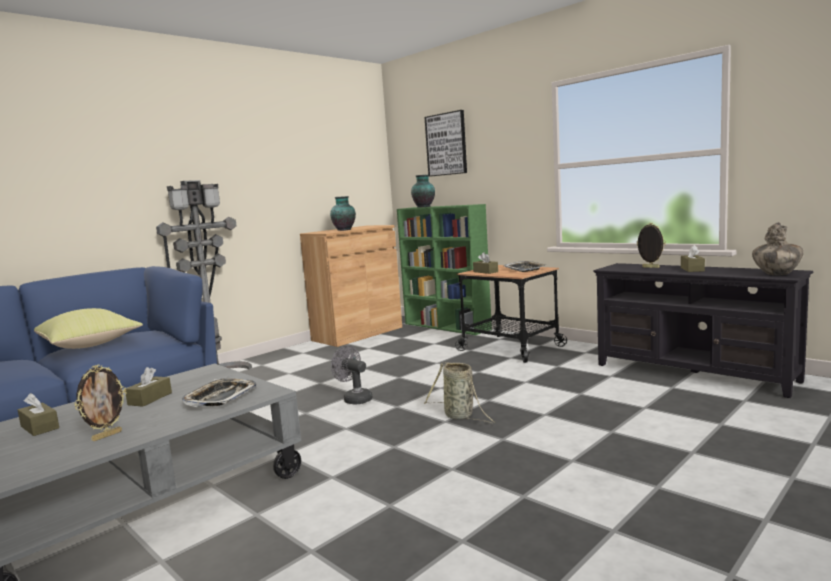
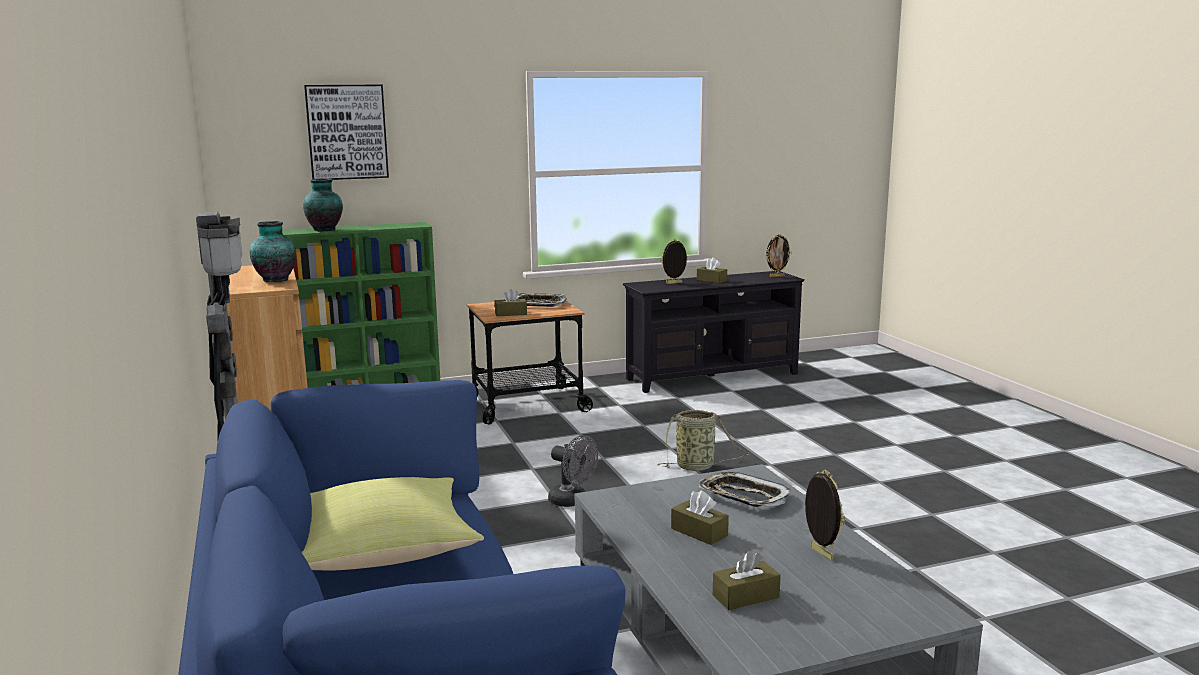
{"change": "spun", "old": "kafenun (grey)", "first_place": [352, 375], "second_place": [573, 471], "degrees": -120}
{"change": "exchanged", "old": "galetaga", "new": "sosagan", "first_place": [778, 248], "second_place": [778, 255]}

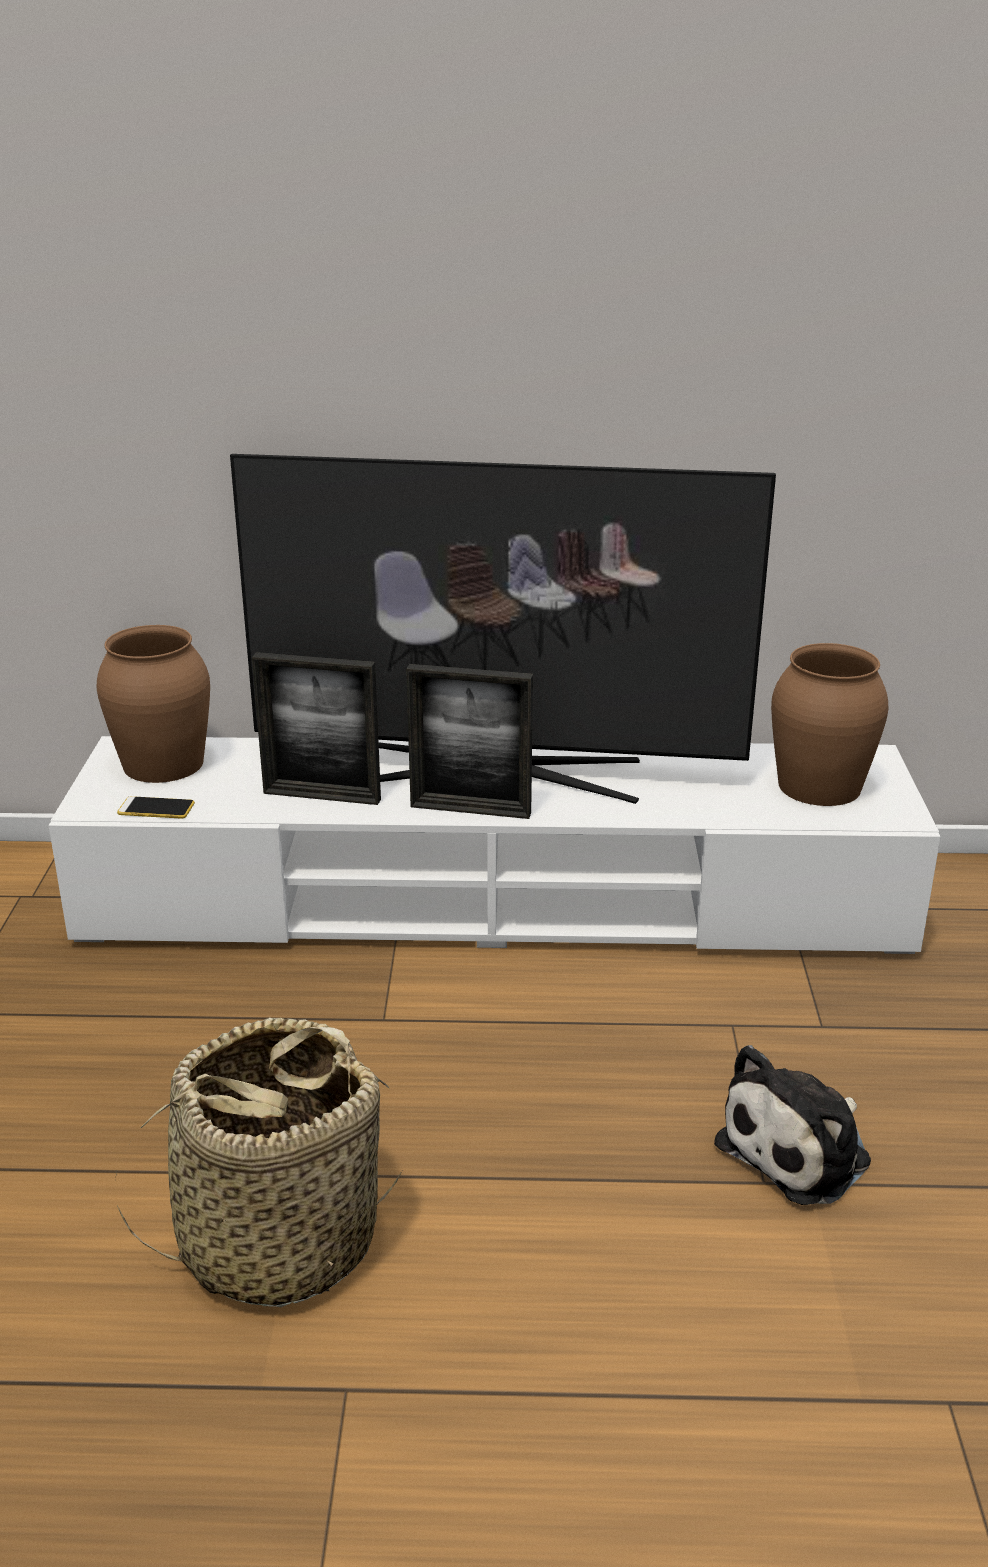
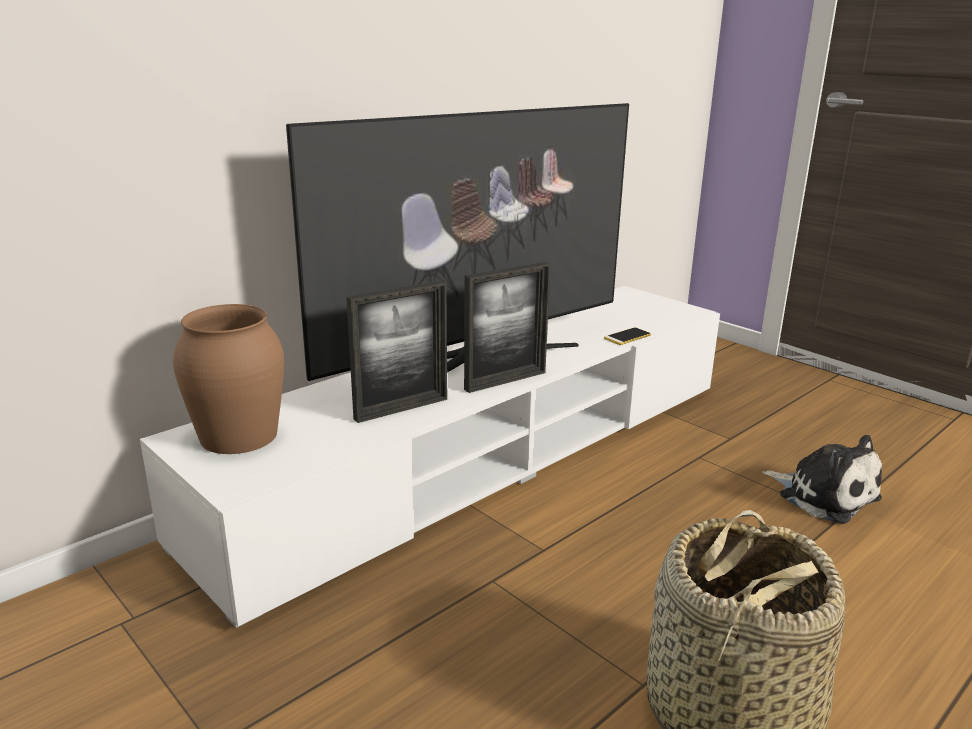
{"change": "relocated", "old": "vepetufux", "first_place": [156, 807], "second_place": [627, 336]}
{"change": "spun", "old": "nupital", "first_place": [792, 1125], "second_place": [822, 479], "degrees": -45}
{"change": "missing", "old": "galetaga (brown)", "first_place": [829, 724]}

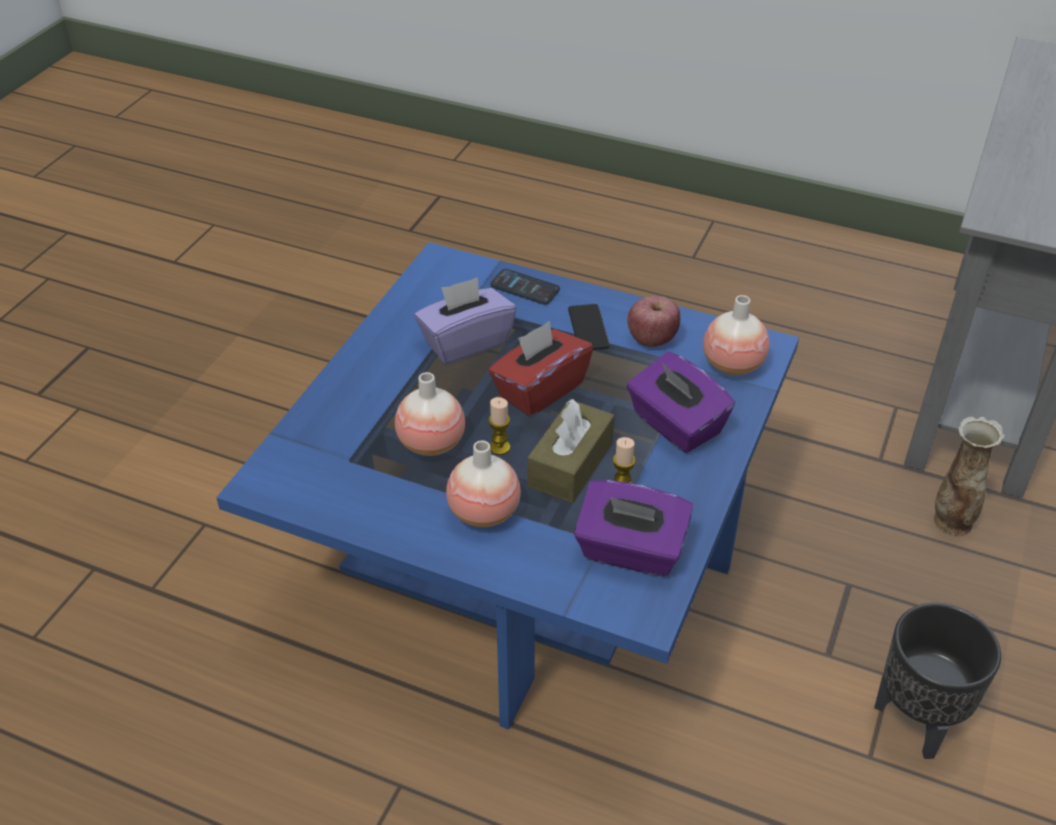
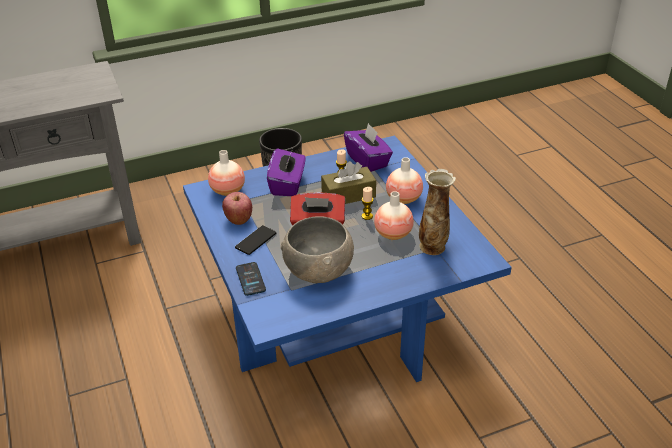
{"change": "exchanged", "old": "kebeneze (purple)", "new": "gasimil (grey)", "first_place": [465, 320], "second_place": [317, 249]}
{"change": "relocated", "old": "galetaga", "first_place": [969, 476], "second_place": [437, 212]}

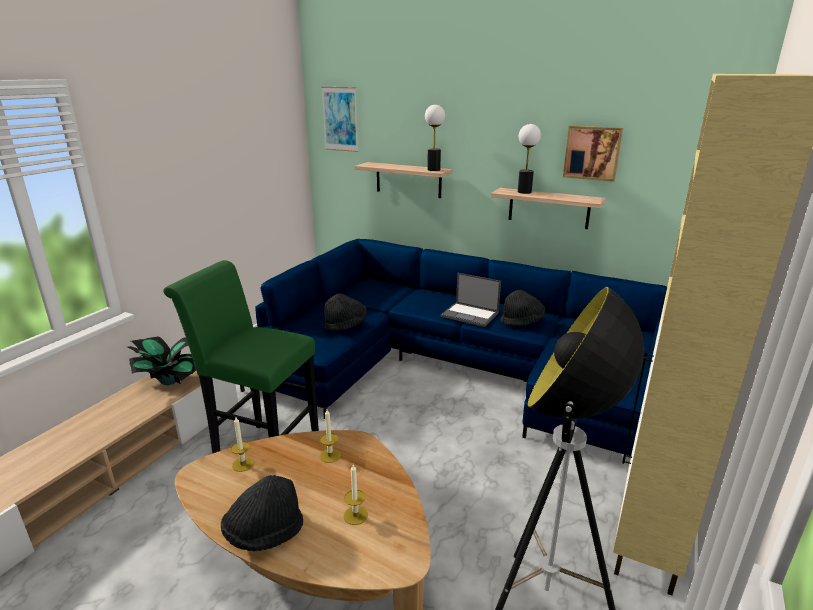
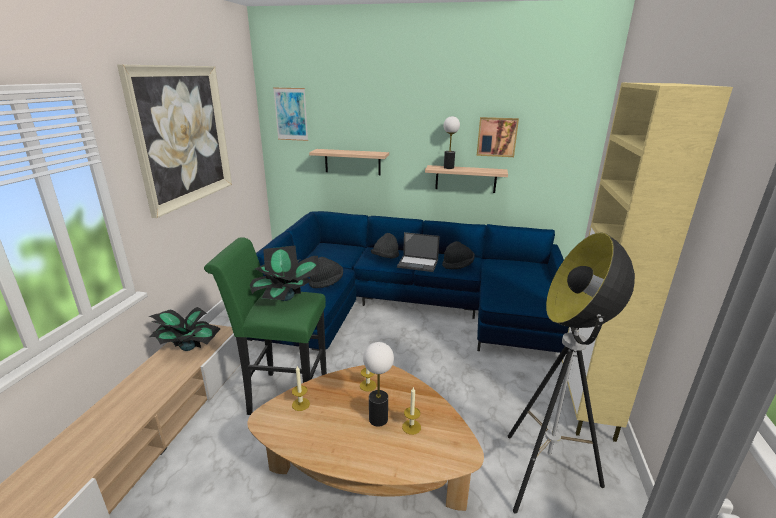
{"change": "appeared", "new": "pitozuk", "second_place": [174, 141]}
{"change": "appeared", "new": "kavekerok", "second_place": [285, 273]}
{"change": "relocated", "old": "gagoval", "first_place": [435, 138], "second_place": [378, 384]}
{"change": "relocated", "old": "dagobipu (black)", "first_place": [262, 513], "second_place": [385, 245]}

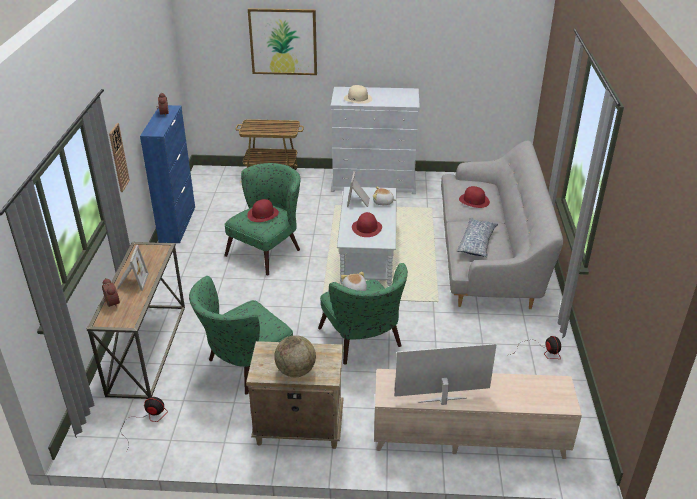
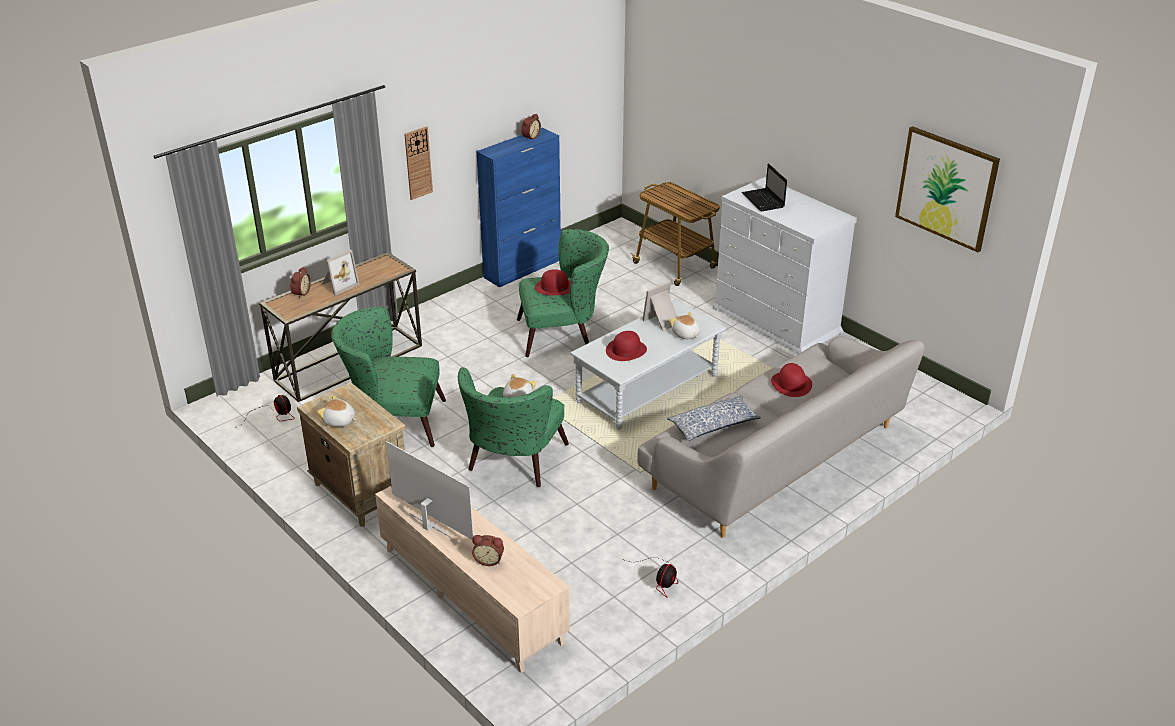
{"change": "exchanged", "old": "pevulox", "new": "nupital", "first_place": [295, 356], "second_place": [336, 411]}
{"change": "appeared", "new": "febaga", "second_place": [488, 550]}
{"change": "exchanged", "old": "dagobipu (beige)", "new": "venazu", "first_place": [358, 94], "second_place": [764, 187]}
{"change": "relocated", "old": "pitozuk", "first_place": [282, 41], "second_place": [947, 189]}

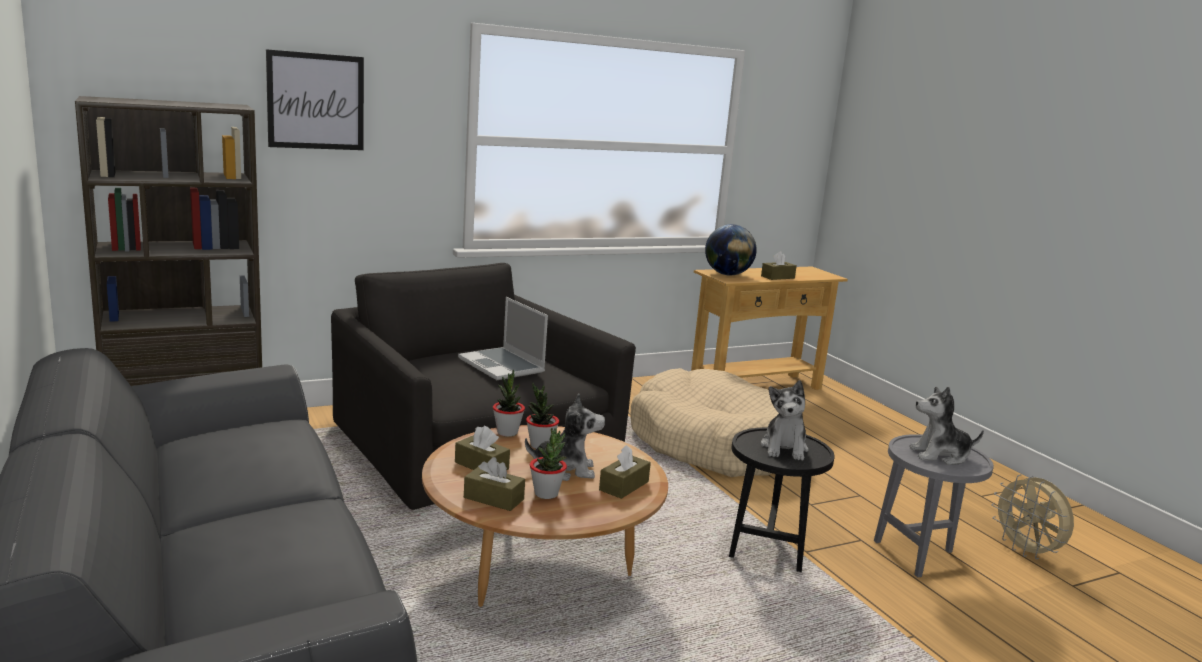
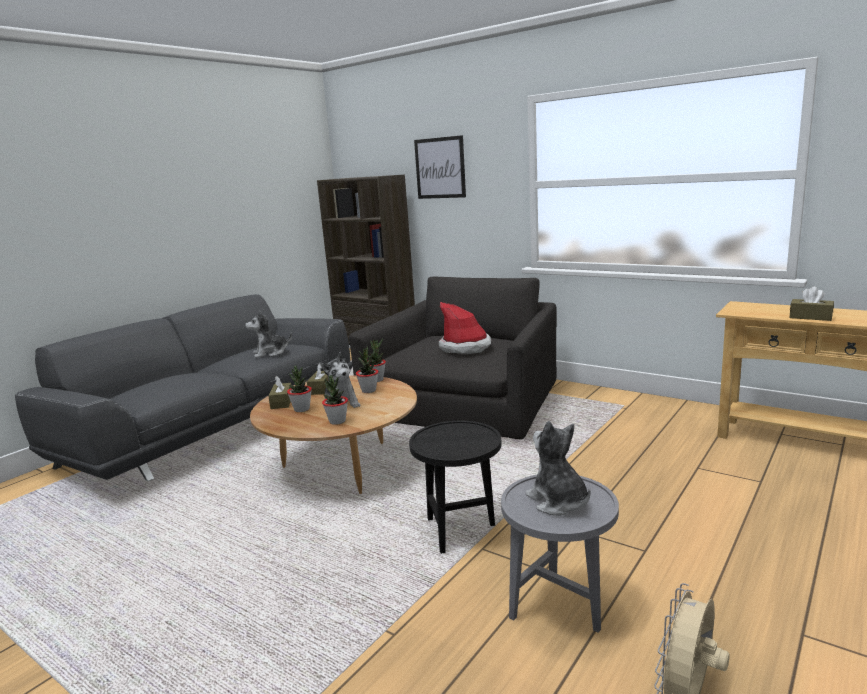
{"change": "relocated", "old": "nupital", "first_place": [785, 420], "second_place": [268, 334]}
{"change": "exchanged", "old": "kebeneze (brown)", "new": "kavekerok", "first_place": [625, 472], "second_place": [335, 400]}
{"change": "exchanged", "old": "venazu", "new": "dagobipu", "first_place": [503, 338], "second_place": [465, 328]}
{"change": "missing", "old": "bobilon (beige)", "first_place": [704, 422]}
{"change": "missing", "old": "pevulox", "first_place": [731, 249]}

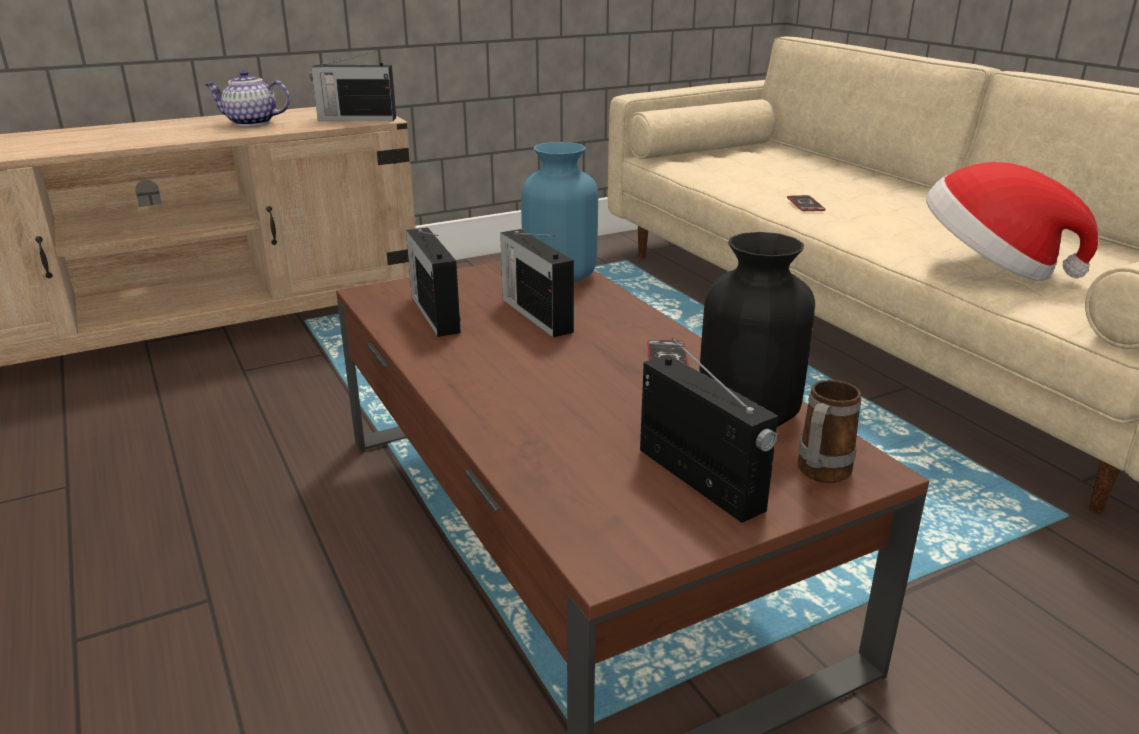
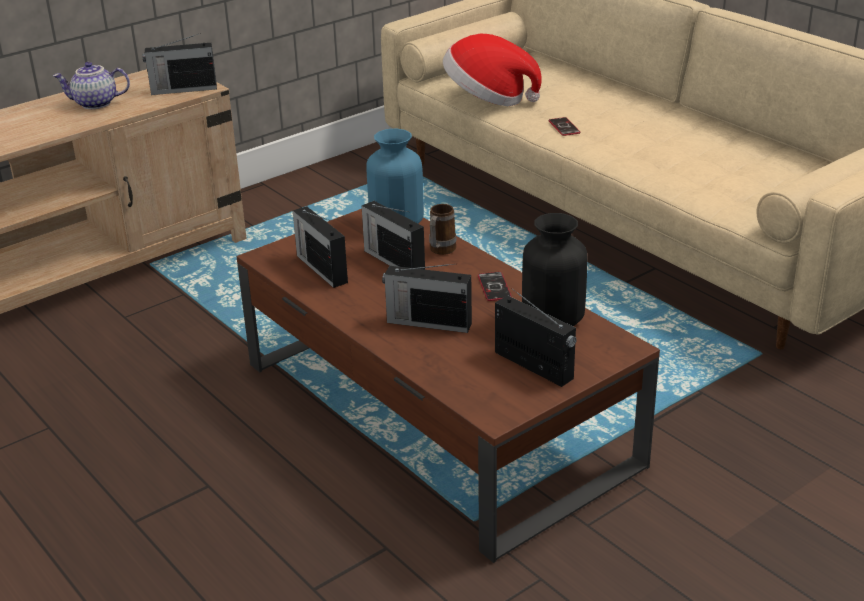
{"change": "appeared", "new": "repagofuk", "second_place": [427, 298]}
{"change": "relocated", "old": "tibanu", "first_place": [829, 431], "second_place": [443, 229]}
{"change": "relocated", "old": "dagobipu", "first_place": [1012, 221], "second_place": [492, 69]}

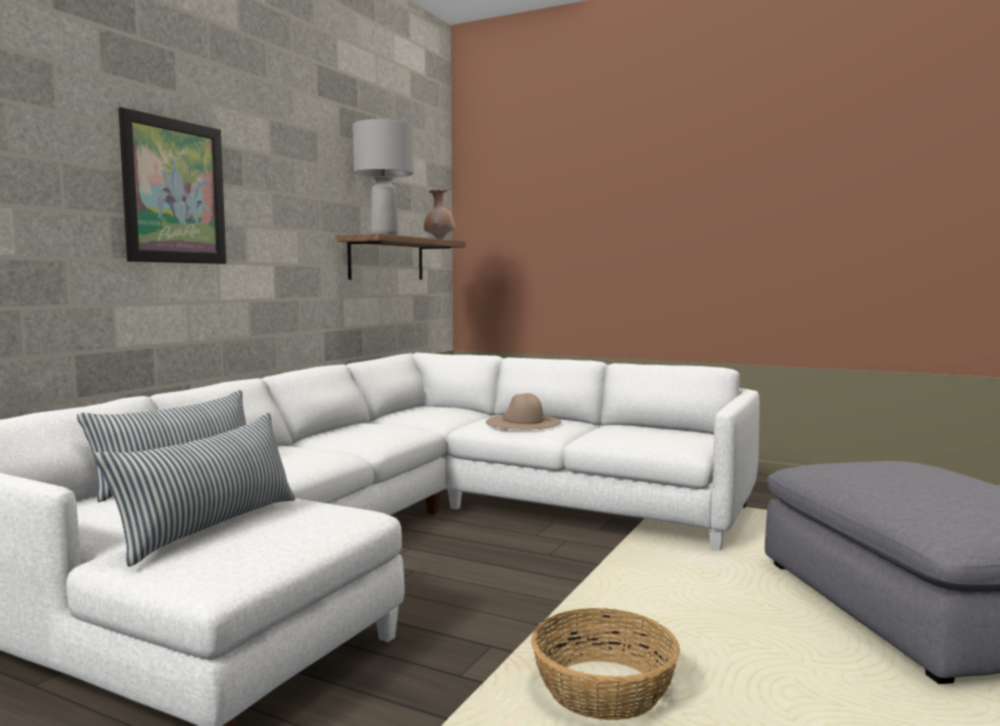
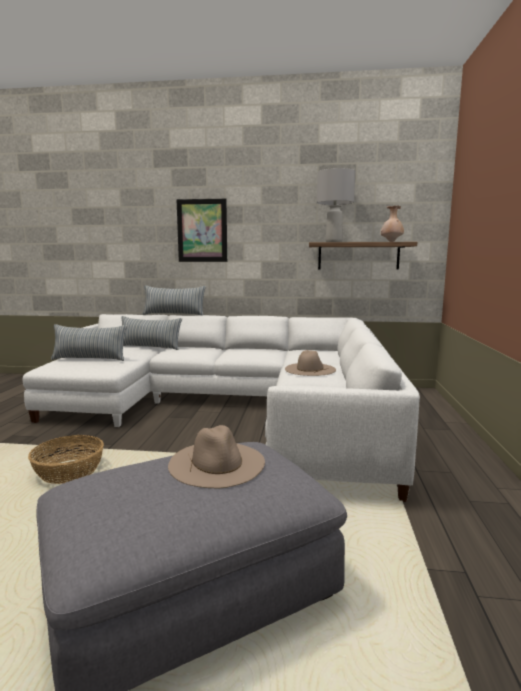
{"change": "appeared", "new": "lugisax", "second_place": [174, 301]}
{"change": "appeared", "new": "dagobipu (beige)", "second_place": [216, 456]}

